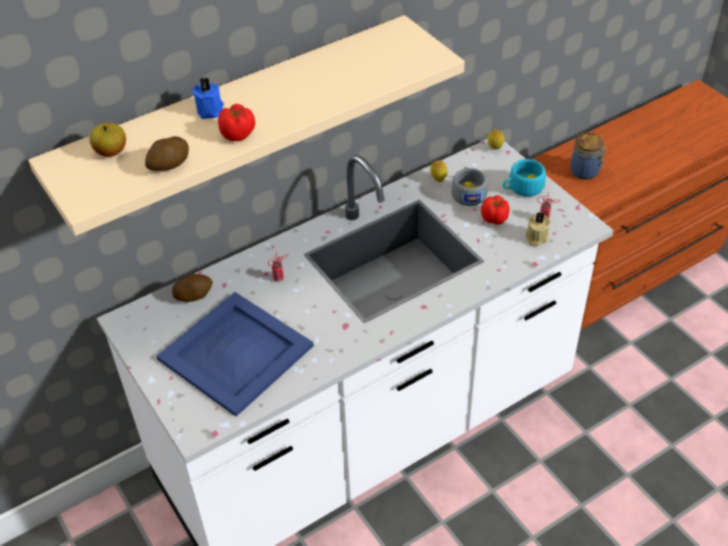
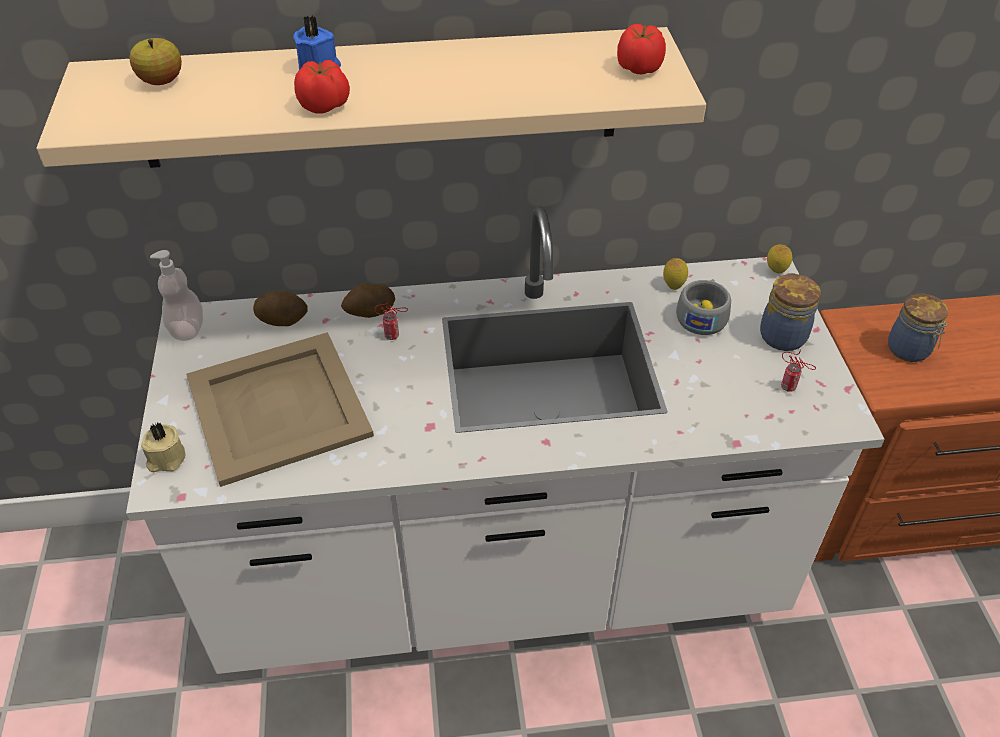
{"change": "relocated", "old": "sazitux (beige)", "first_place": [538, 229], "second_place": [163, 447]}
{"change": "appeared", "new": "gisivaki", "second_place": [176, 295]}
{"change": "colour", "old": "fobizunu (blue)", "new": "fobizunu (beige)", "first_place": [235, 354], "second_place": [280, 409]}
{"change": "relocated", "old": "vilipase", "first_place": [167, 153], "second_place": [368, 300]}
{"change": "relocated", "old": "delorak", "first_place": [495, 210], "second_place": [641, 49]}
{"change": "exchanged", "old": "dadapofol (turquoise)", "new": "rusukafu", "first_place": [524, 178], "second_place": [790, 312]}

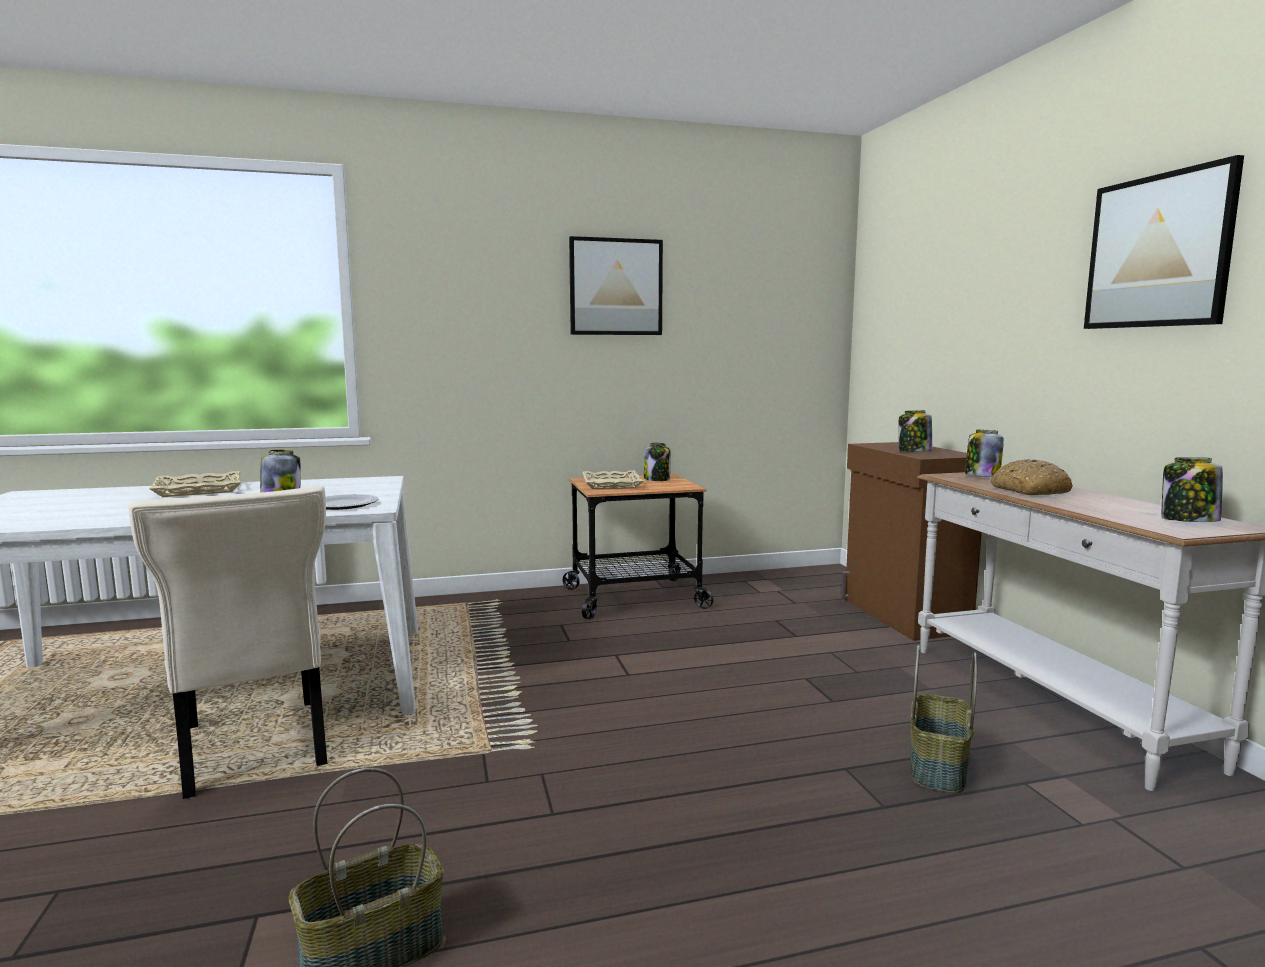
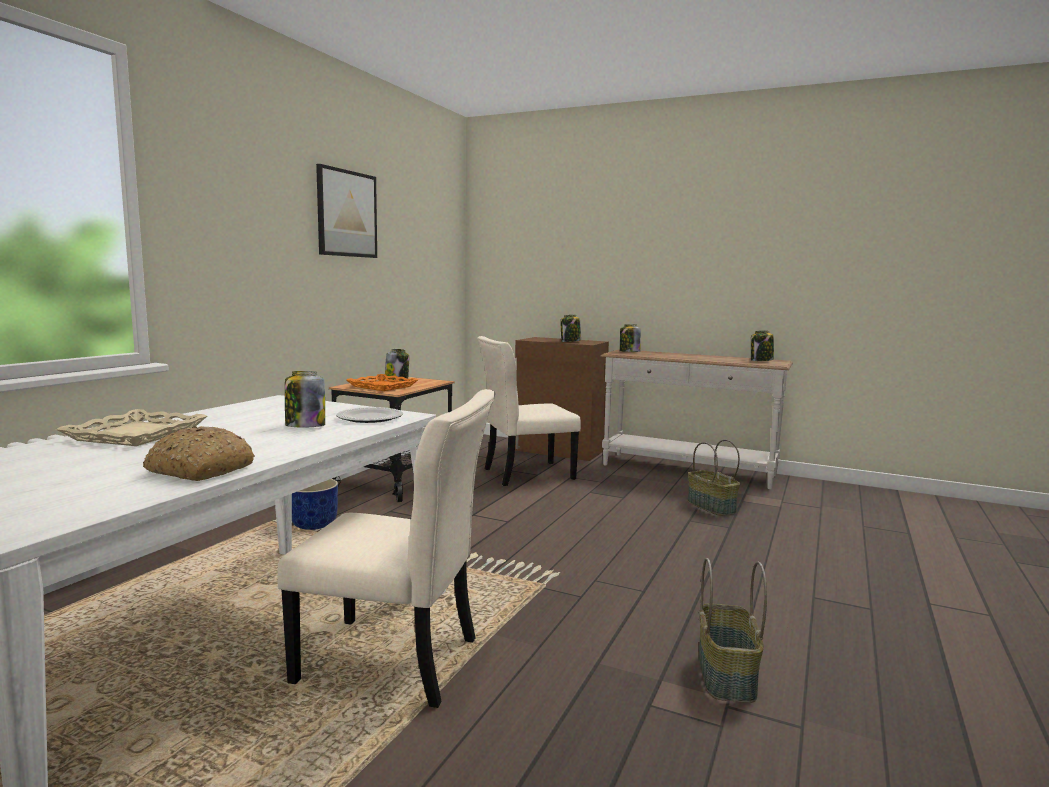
{"change": "relocated", "old": "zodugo", "first_place": [1031, 477], "second_place": [199, 453]}
{"change": "appeared", "new": "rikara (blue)", "second_place": [315, 504]}
{"change": "colour", "old": "fobizunu (beige)", "new": "fobizunu (orange)", "first_place": [612, 479], "second_place": [382, 382]}
{"change": "appeared", "new": "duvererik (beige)", "second_place": [529, 411]}
{"change": "missing", "old": "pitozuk", "first_place": [1164, 242]}

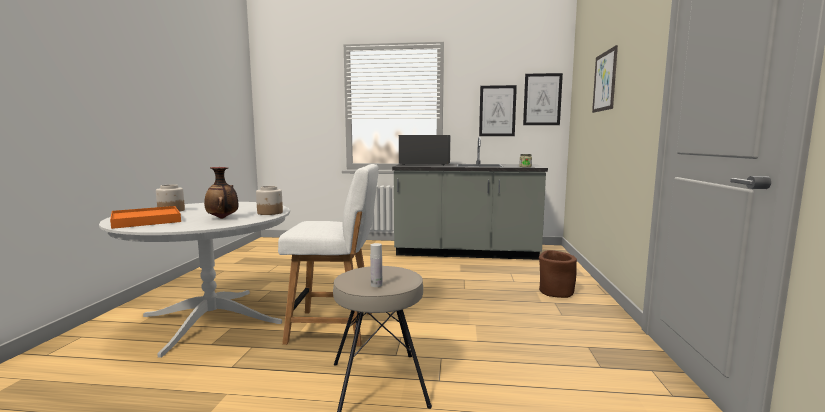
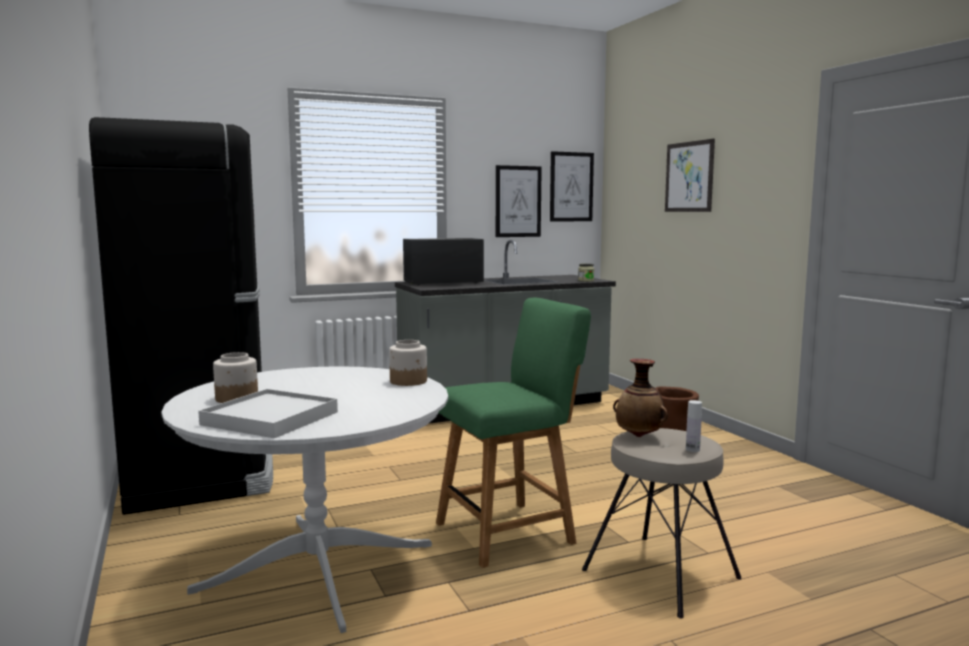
{"change": "appeared", "new": "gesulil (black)", "second_place": [181, 316]}
{"change": "colour", "old": "fobizunu (orange)", "new": "fobizunu (white)", "first_place": [145, 217], "second_place": [268, 413]}
{"change": "colour", "old": "duvererik (white)", "new": "duvererik (green)", "first_place": [328, 255], "second_place": [513, 433]}
{"change": "relocated", "old": "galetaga", "first_place": [221, 193], "second_place": [640, 398]}

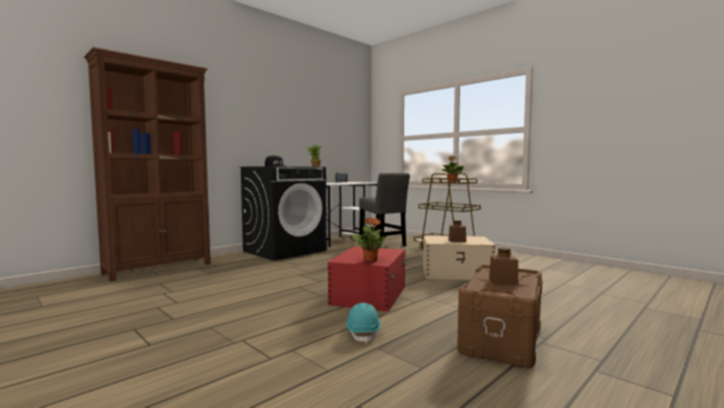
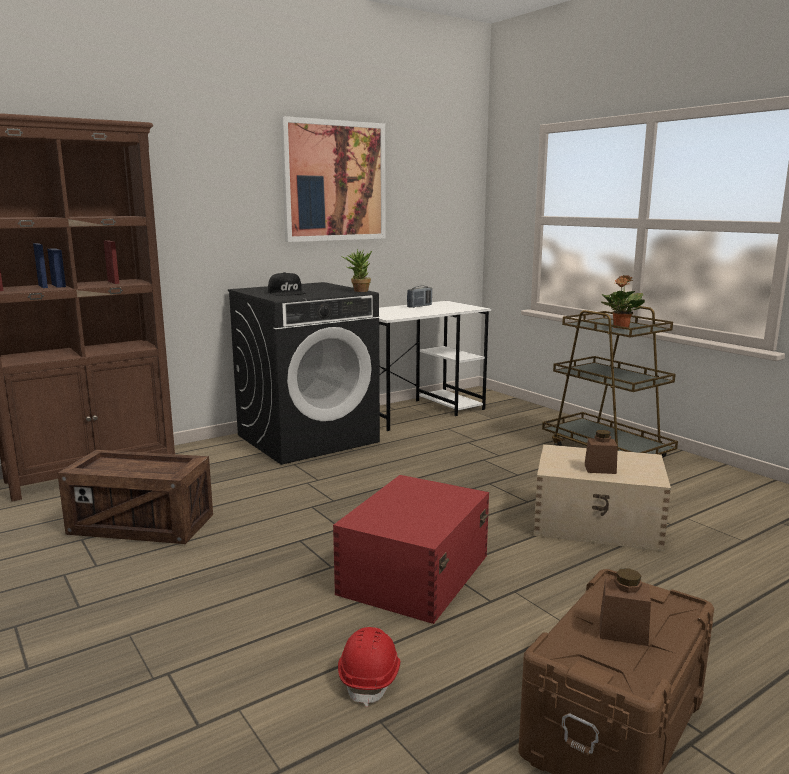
{"change": "appeared", "new": "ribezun", "second_place": [135, 497]}
{"change": "appeared", "new": "pitozuk", "second_place": [333, 179]}
{"change": "colour", "old": "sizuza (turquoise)", "new": "sizuza (red)", "first_place": [363, 323], "second_place": [369, 667]}
{"change": "missing", "old": "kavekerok", "first_place": [369, 239]}
{"change": "missing", "old": "duvererik (grey)", "first_place": [384, 210]}

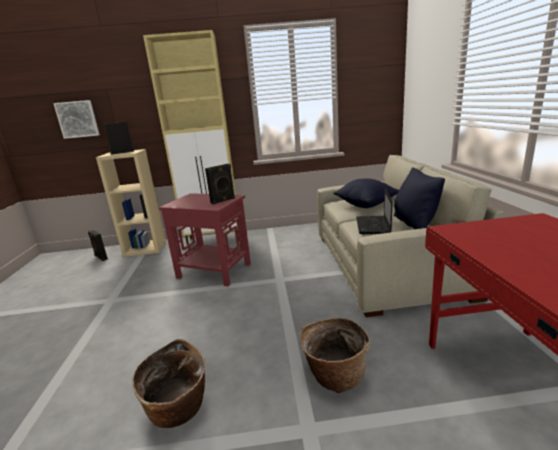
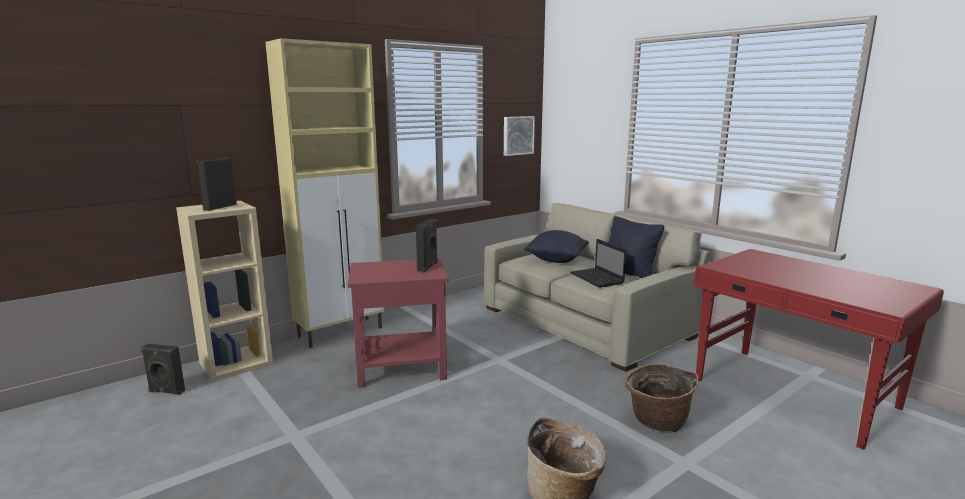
{"change": "relocated", "old": "pitozuk", "first_place": [76, 119], "second_place": [519, 136]}

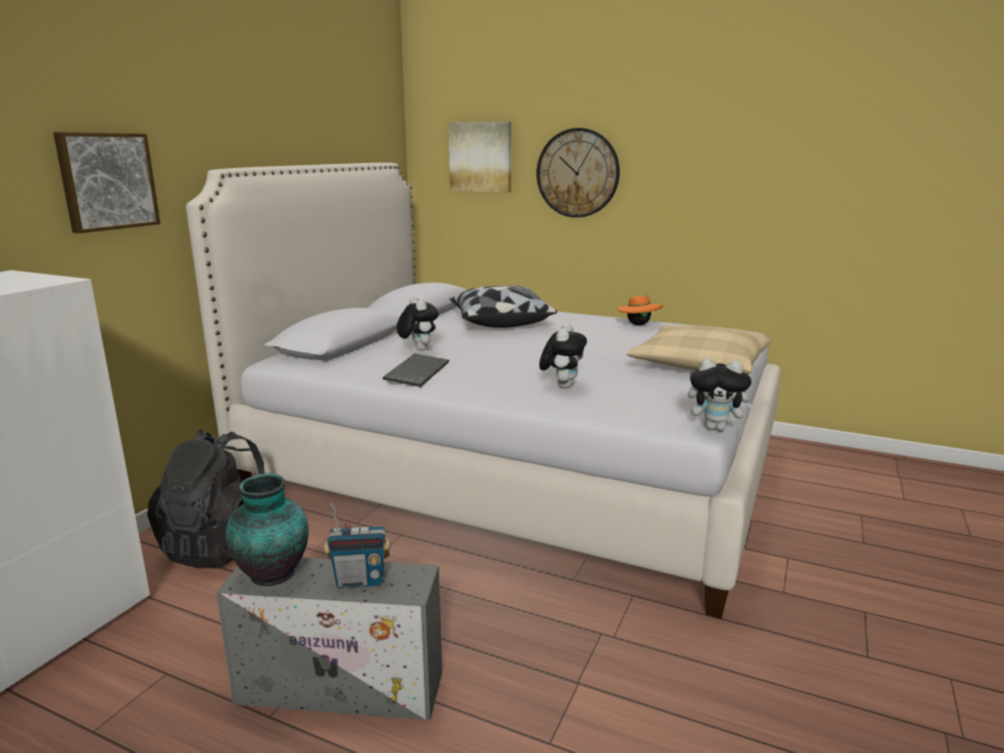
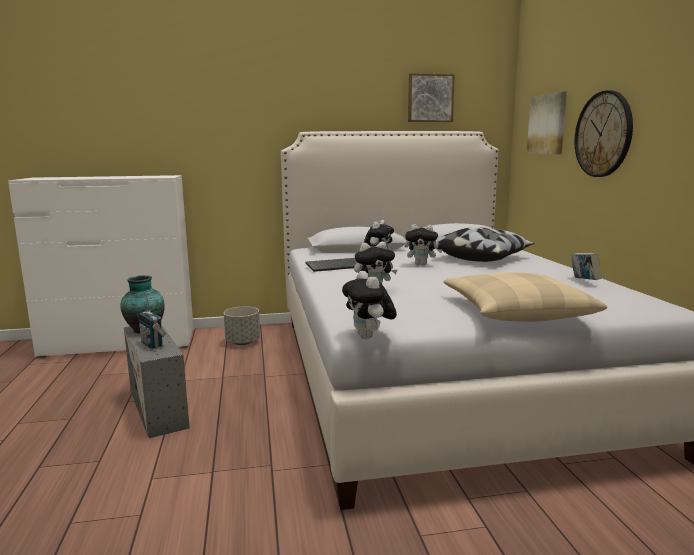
{"change": "exchanged", "old": "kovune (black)", "new": "rikara (grey)", "first_place": [206, 498], "second_place": [242, 325]}
{"change": "appeared", "new": "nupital", "second_place": [424, 245]}
{"change": "relocated", "old": "pitozuk", "first_place": [106, 182], "second_place": [431, 97]}
{"change": "exchanged", "old": "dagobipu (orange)", "new": "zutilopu", "first_place": [640, 309], "second_place": [586, 266]}

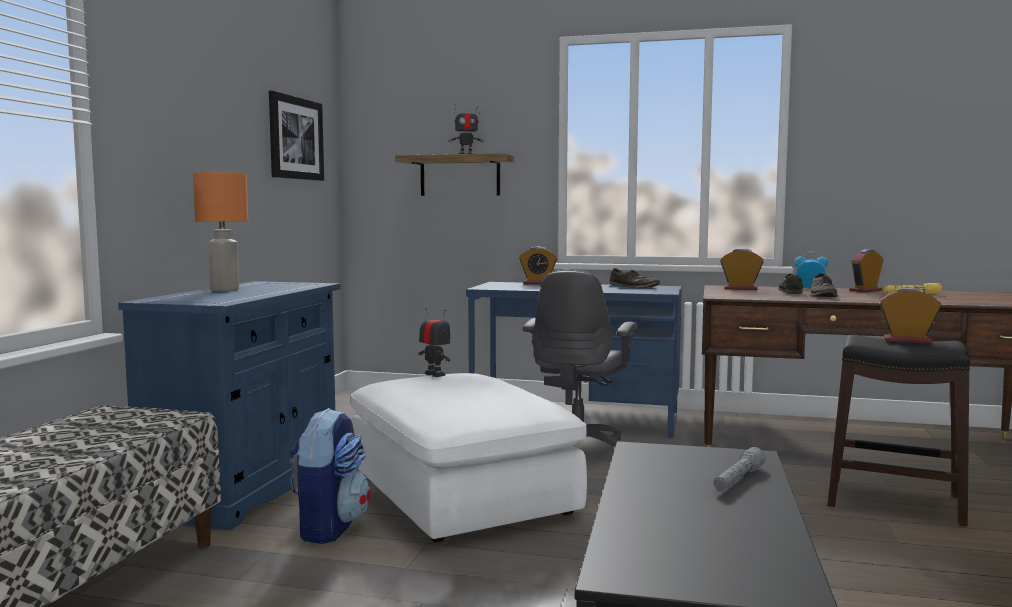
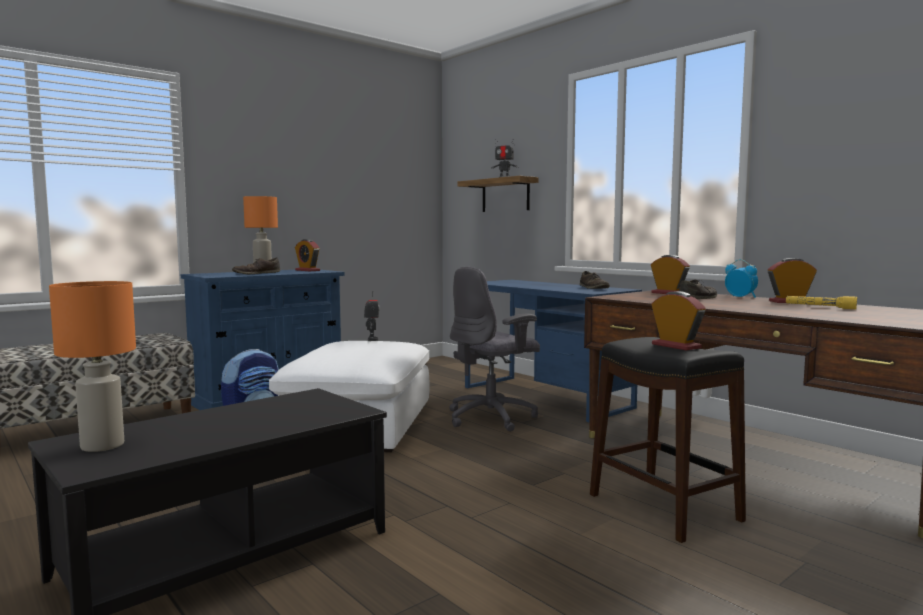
{"change": "appeared", "new": "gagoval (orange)", "second_place": [92, 366]}
{"change": "relocated", "old": "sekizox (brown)", "first_place": [824, 285], "second_place": [256, 266]}
{"change": "relocated", "old": "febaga", "first_place": [538, 265], "second_place": [307, 255]}
{"change": "missing", "old": "pitozuk", "first_place": [296, 136]}
{"change": "missing", "old": "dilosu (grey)", "first_place": [740, 469]}

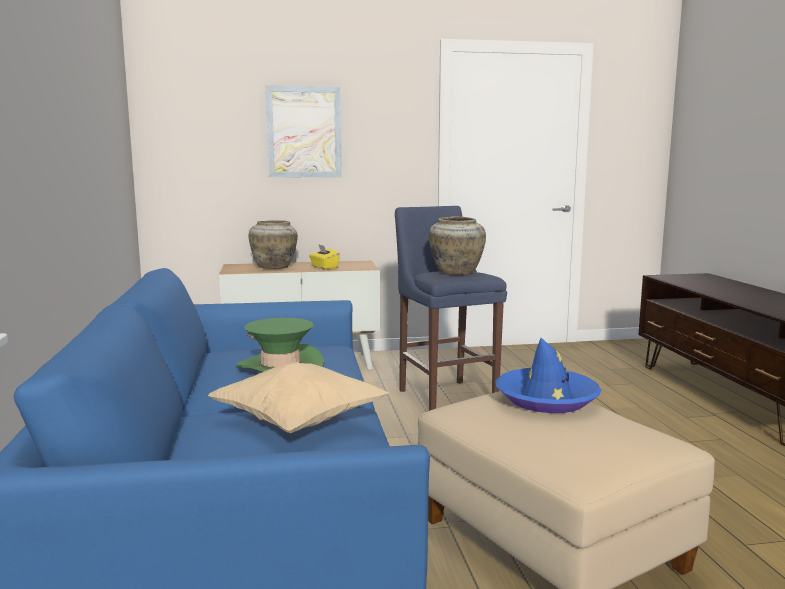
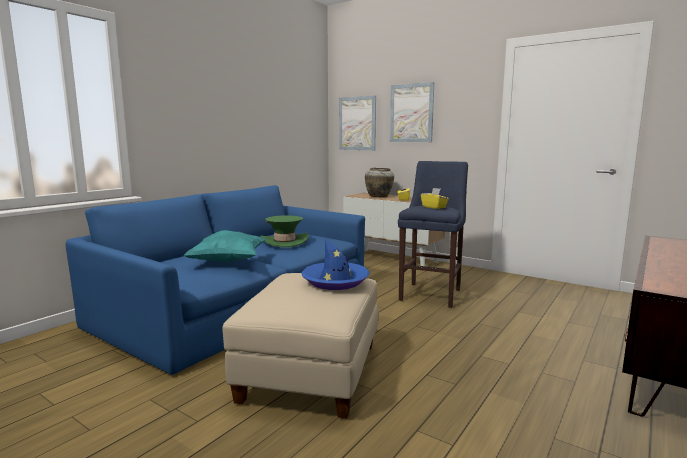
{"change": "colour", "old": "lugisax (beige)", "new": "lugisax (turquoise)", "first_place": [298, 397], "second_place": [224, 246]}
{"change": "appeared", "new": "pitozuk", "second_place": [357, 122]}
{"change": "exchanged", "old": "galetaga (beige)", "new": "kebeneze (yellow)", "first_place": [457, 246], "second_place": [435, 198]}

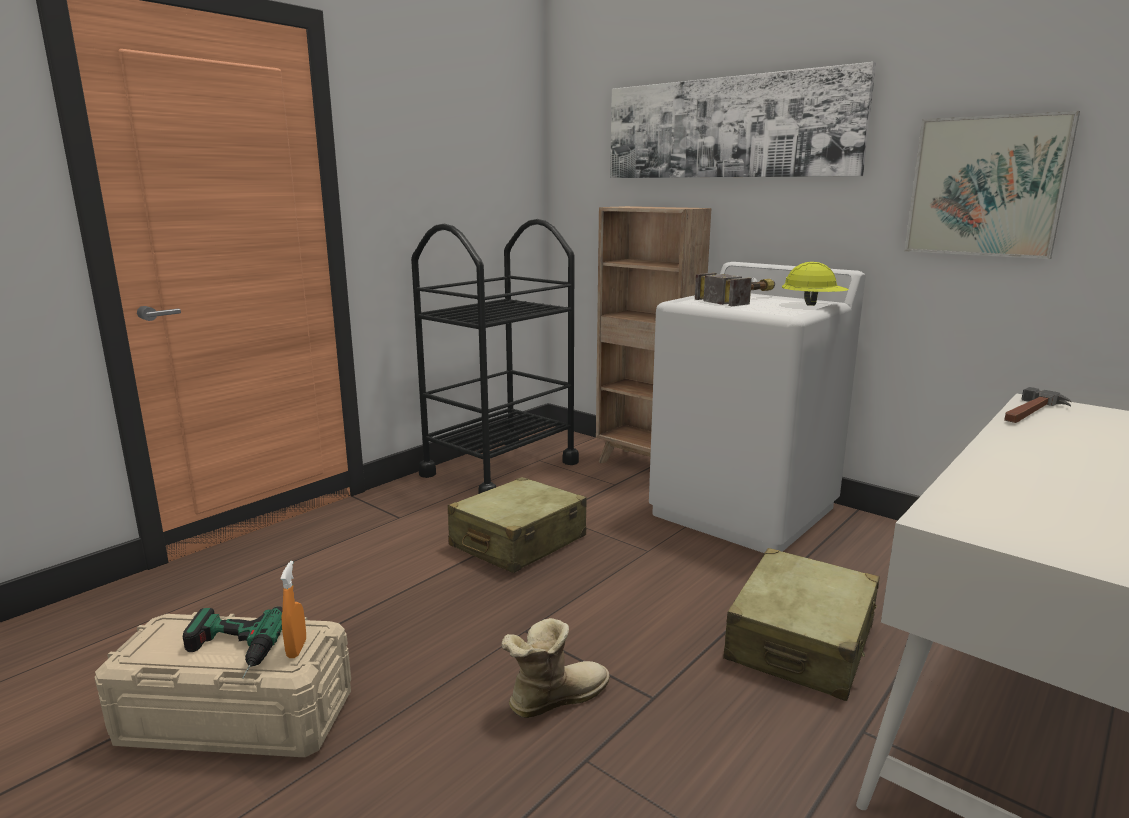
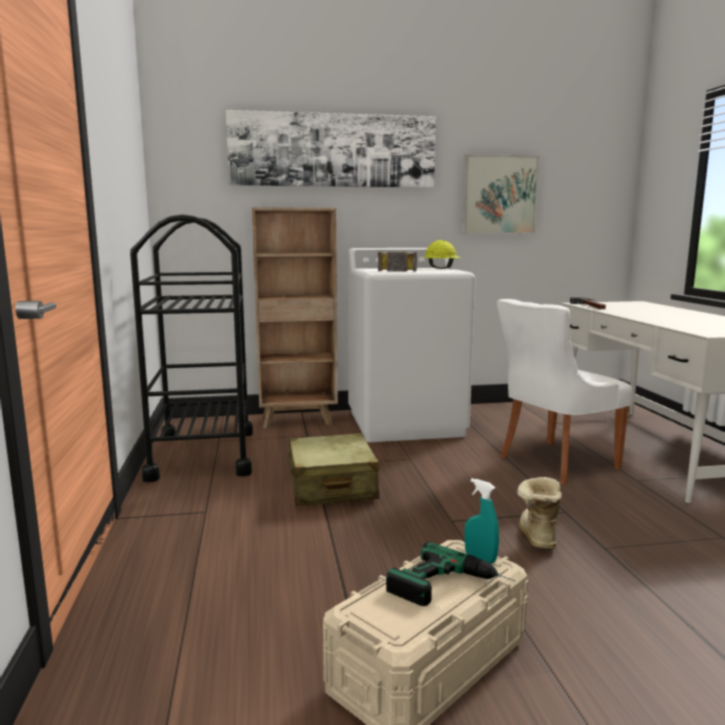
{"change": "colour", "old": "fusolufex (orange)", "new": "fusolufex (turquoise)", "first_place": [293, 609], "second_place": [482, 520]}
{"change": "exchanged", "old": "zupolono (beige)", "new": "duvererik (white)", "first_place": [801, 624], "second_place": [564, 392]}

